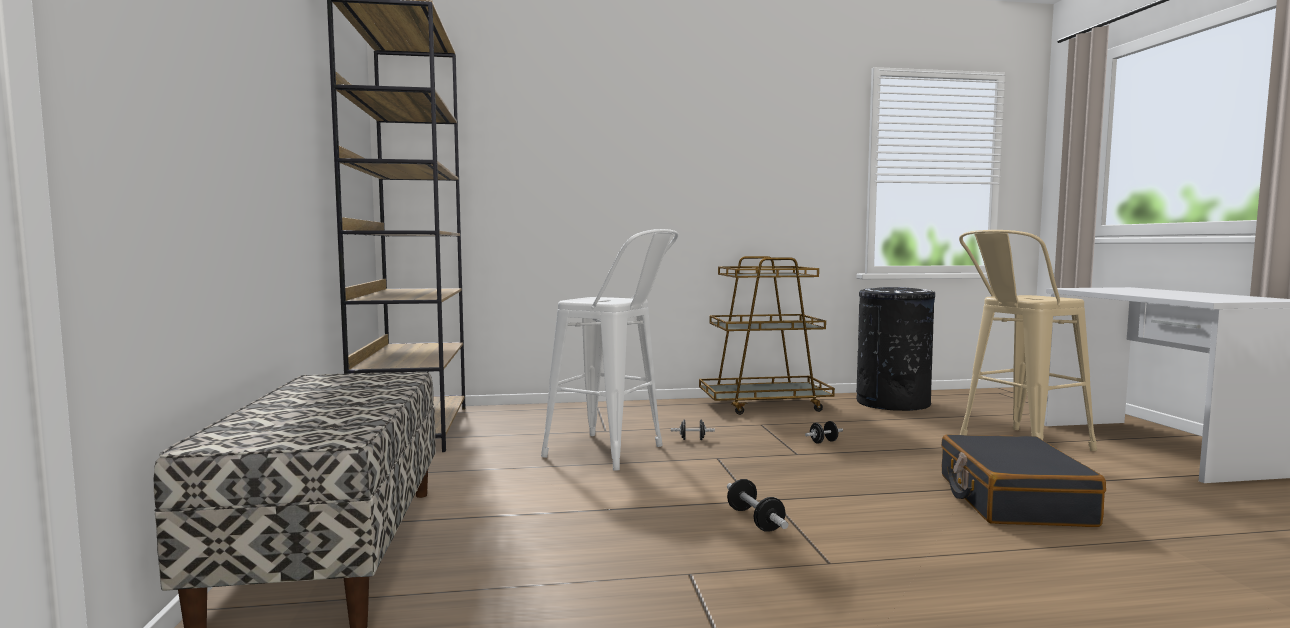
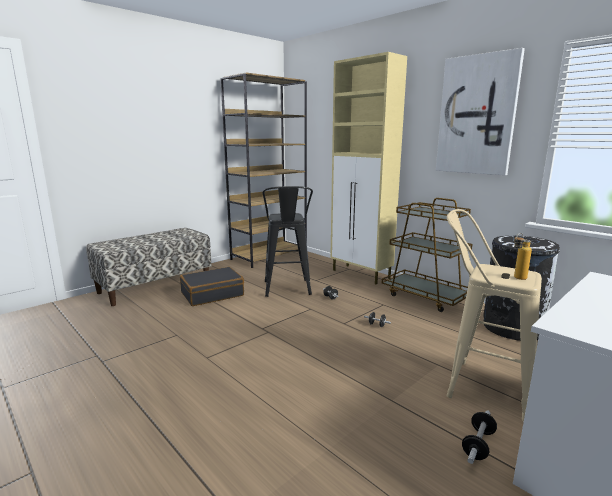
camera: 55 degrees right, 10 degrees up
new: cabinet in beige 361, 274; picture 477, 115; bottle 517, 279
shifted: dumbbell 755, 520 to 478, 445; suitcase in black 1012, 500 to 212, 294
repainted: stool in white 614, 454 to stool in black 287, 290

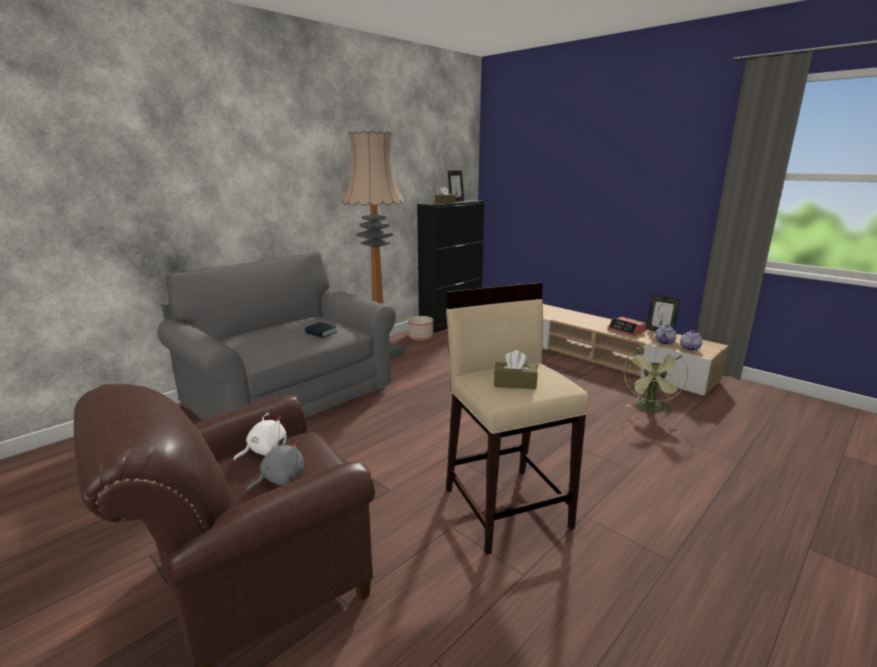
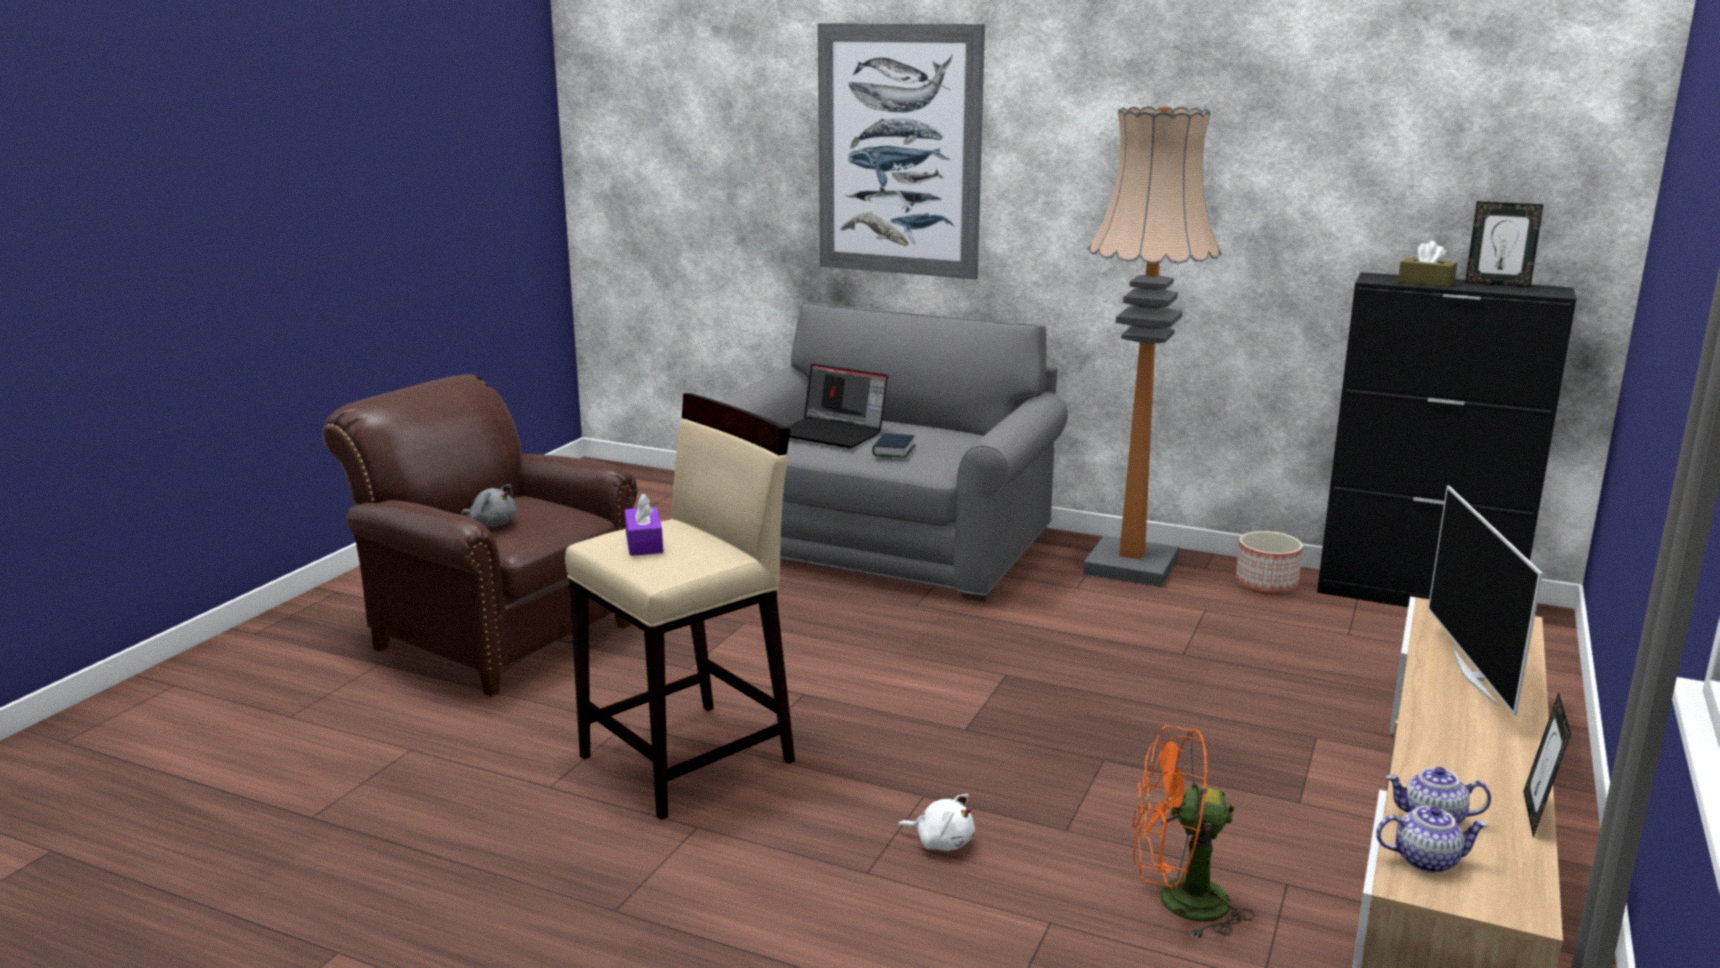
camera: 70 degrees right, 0 degrees up
gone: alarm clock 626, 330
new: laptop 833, 433; picture 899, 151; television 1476, 676
shifted: plush toy in white 265, 451 to 941, 842
repainted: tissue box in brown 515, 383 to tissue box in purple 644, 543; fan in green 650, 409 to fan in orange 1178, 902

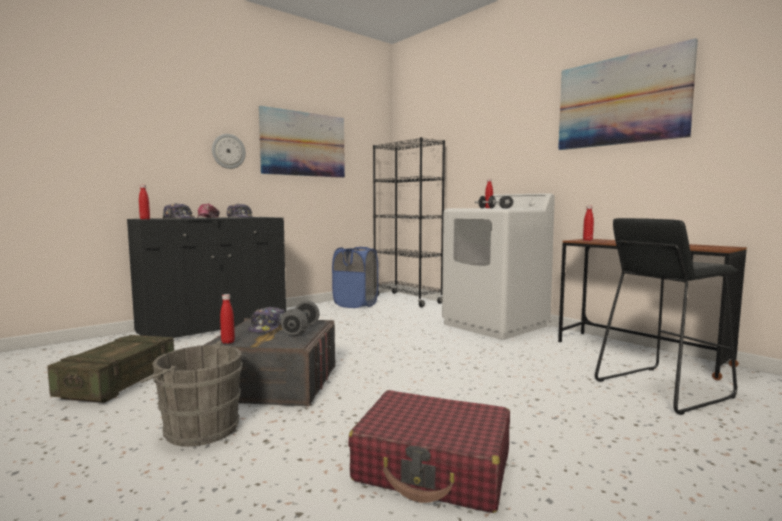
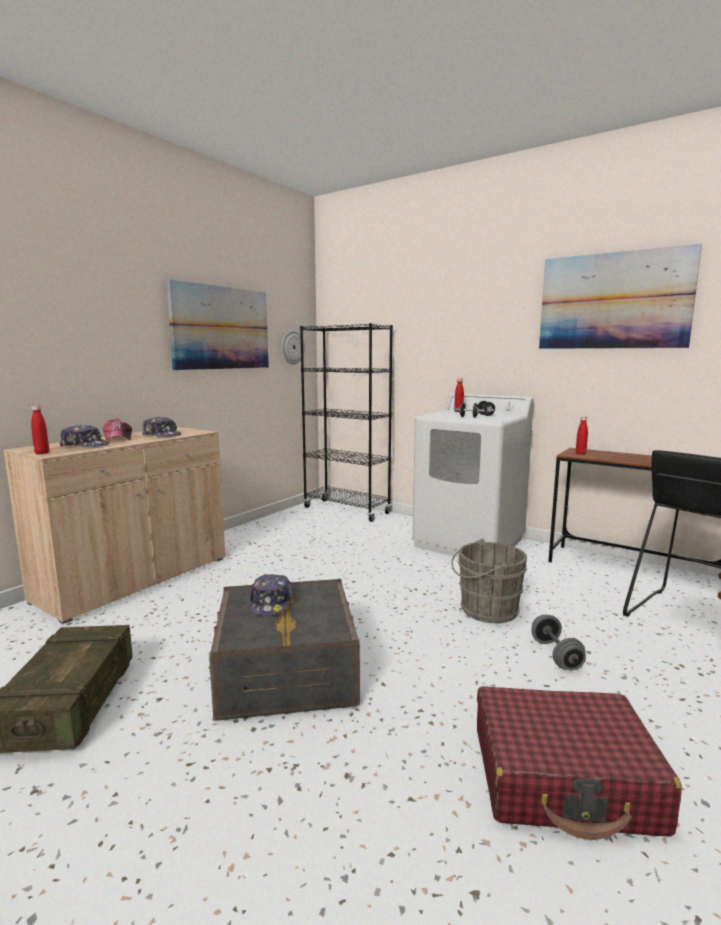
camera: 15 degrees left, 5 degrees up
gone: bottle in red 228, 342; laundry basket in blue 356, 304
shifted: bucket in grey 197, 429 to 485, 610; wall clock 228, 151 to 292, 347; dumbbell in grey 301, 330 to 556, 655
repainted: cabinet in black 214, 326 to cabinet in beige 135, 579

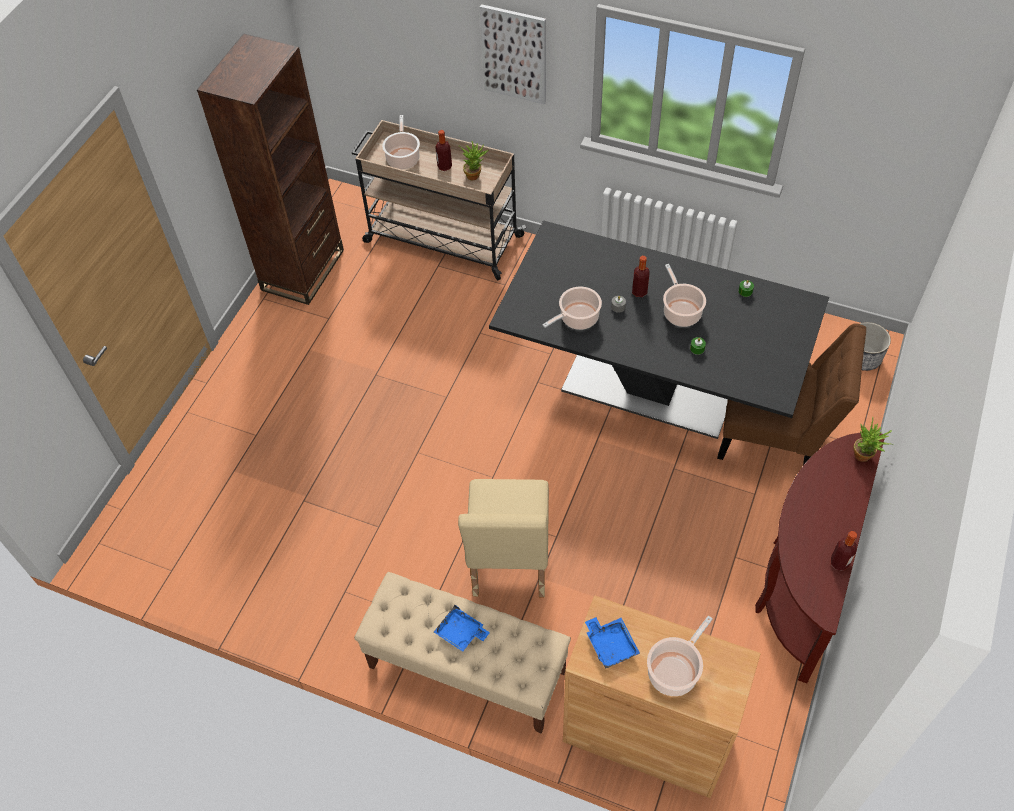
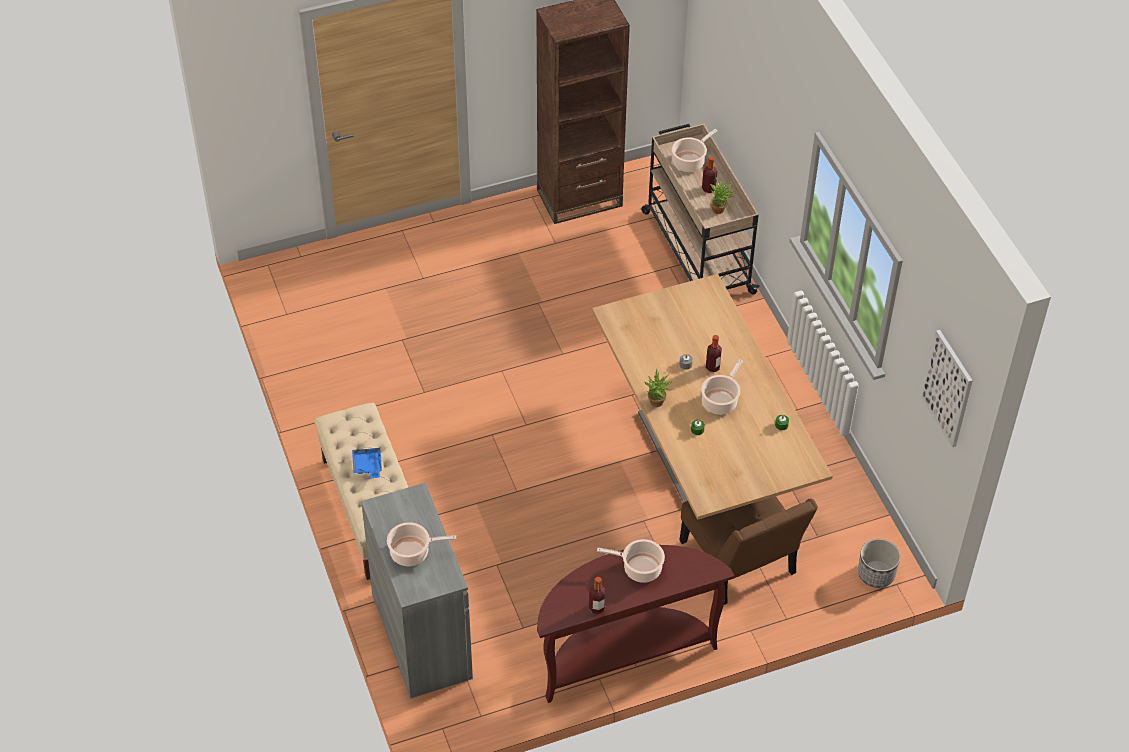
camera: 45 degrees right, 5 degrees down
gone: chair in beige 508, 565; tray in blue 611, 644
shifted: picture 514, 54 to 948, 388; cooking pot 577, 318 to 639, 568; potted plant 865, 457 to 657, 404
repainted: dining table in black 650, 385 to dining table in beige 701, 460; cabinet in brown 647, 734 to cabinet in grey 421, 636

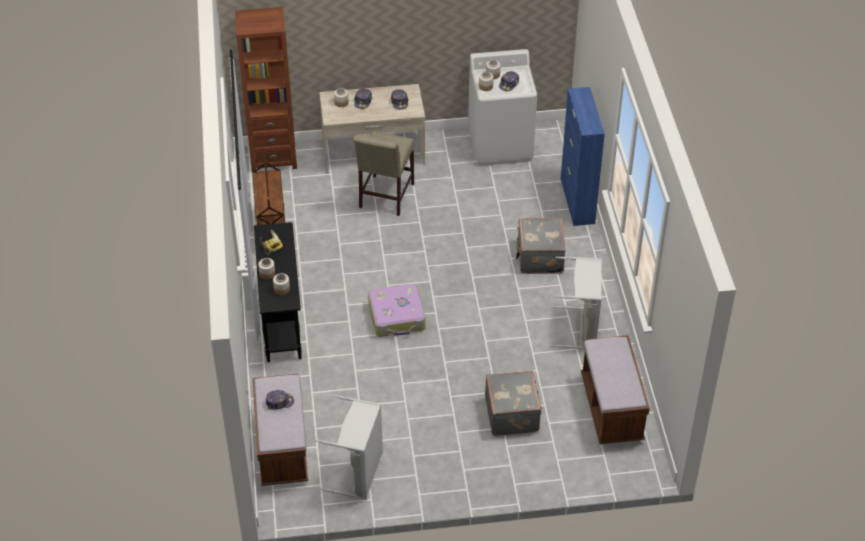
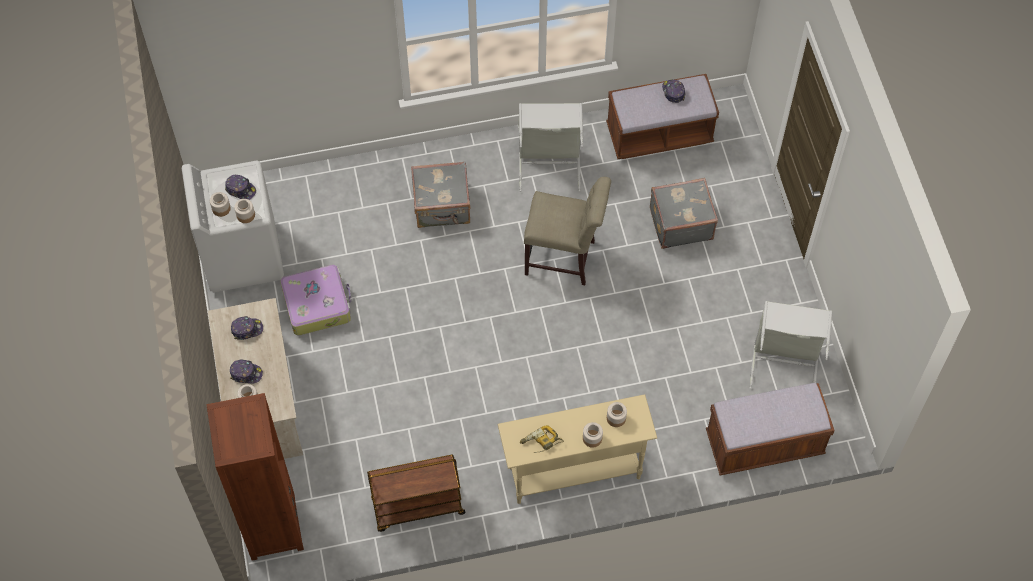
camera: 95 degrees left, 15 degrees up
gone: cabinet in blue 577, 201
shifted: cap 279, 402 to 673, 92; chair in beige 384, 198 to 564, 259; suitcase 397, 317 to 317, 304
repainted: console table in black 281, 322 to console table in beige 573, 472

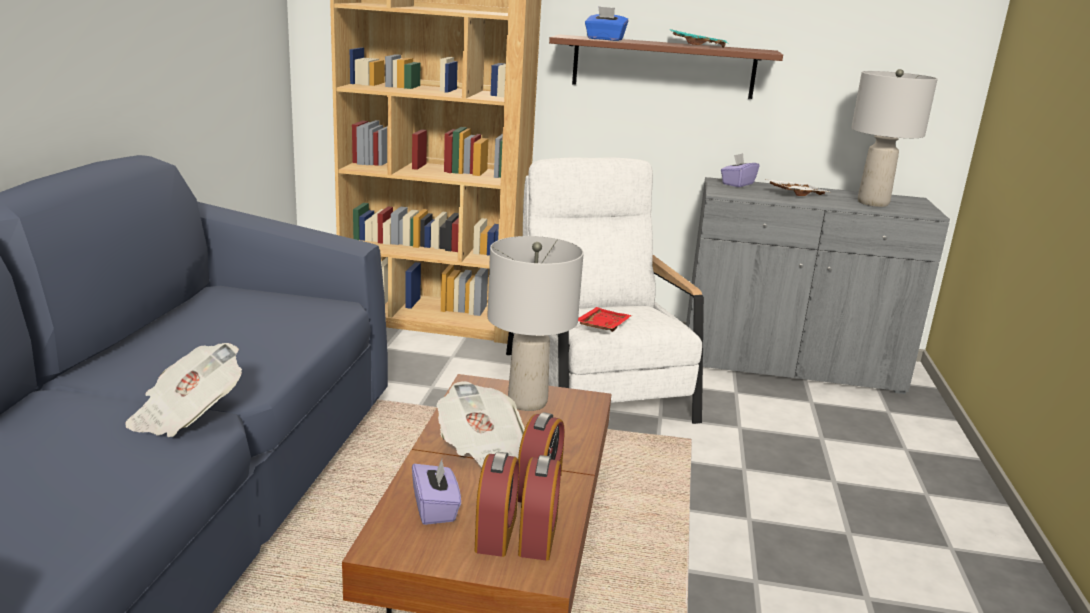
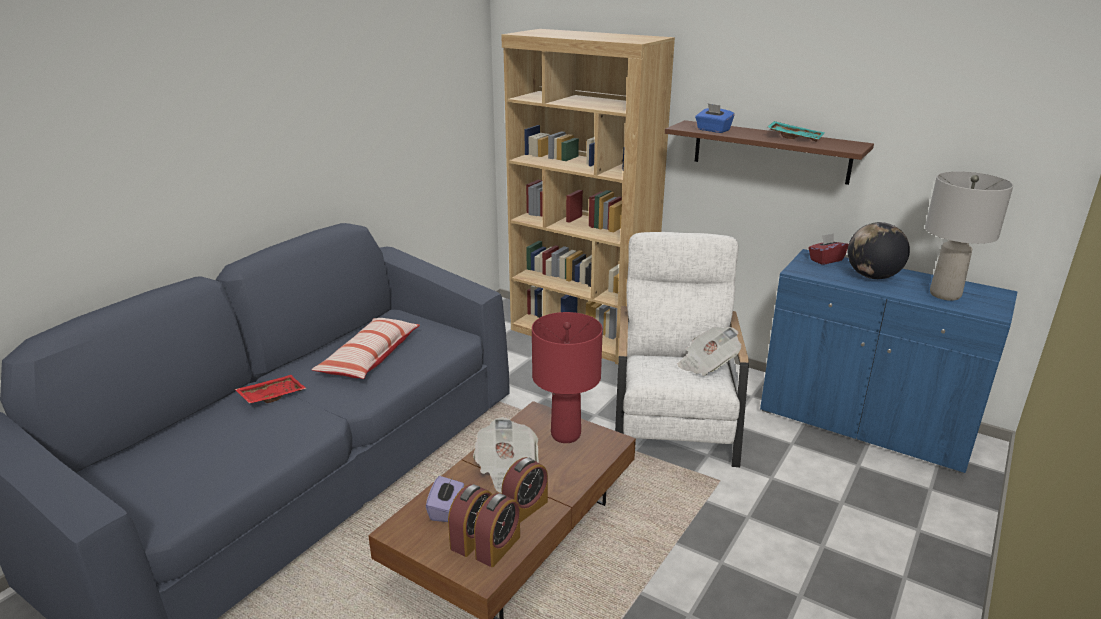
camera: 25 degrees right, 5 degrees up
new: pillow 370, 358
shifted: newspaper 187, 416 to 707, 364; tray in red 601, 327 to 271, 395
swapped: tray in white 795, 194 to globe 872, 276
repainted: table lamp in grey 527, 402 to table lamp in red 565, 435; cabinet in grey 789, 364 to cabinet in blue 864, 424; tissue box in purple 737, 184 to tissue box in red 825, 260

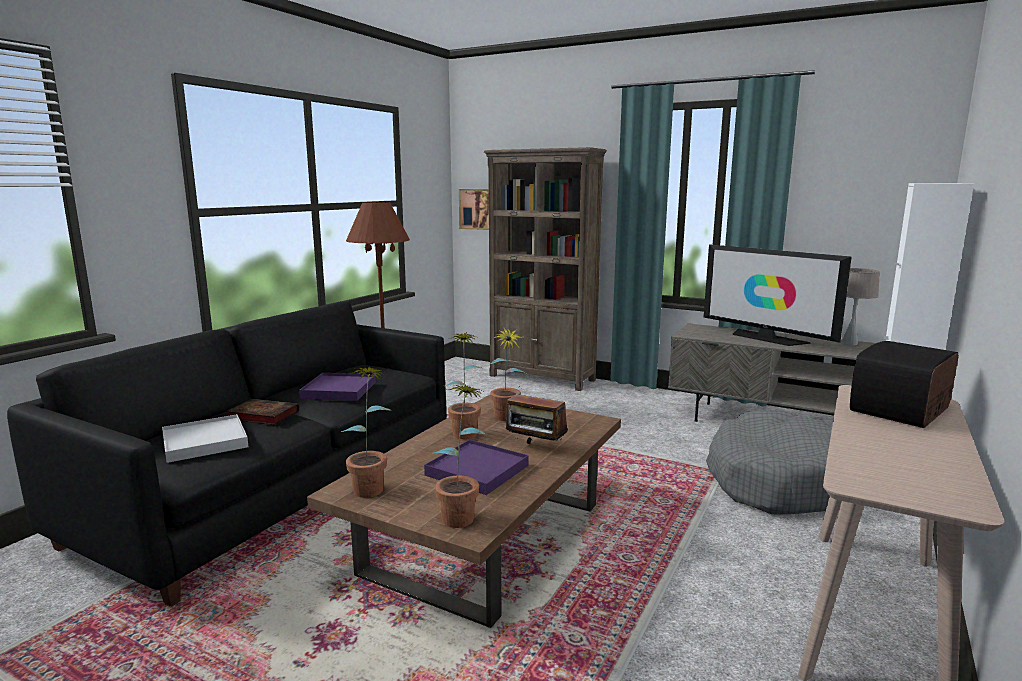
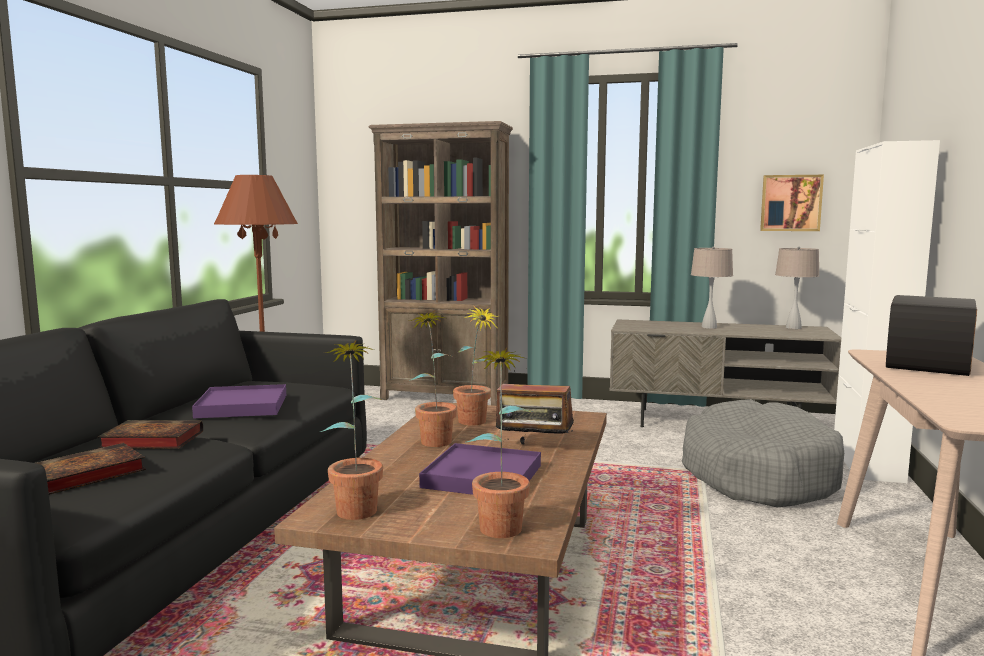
camera: 15 degrees left, 5 degrees down
shifted: picture 478, 209 to 790, 203
swapped: tray in white 204, 442 to book 84, 476; television 766, 338 to table lamp in beige 709, 327

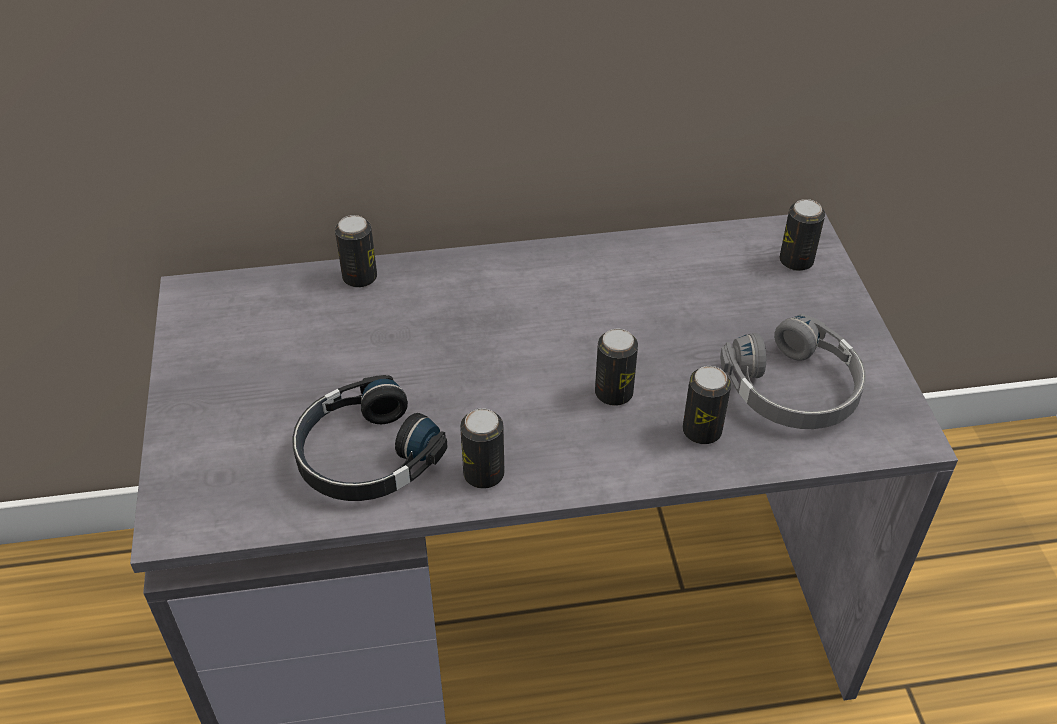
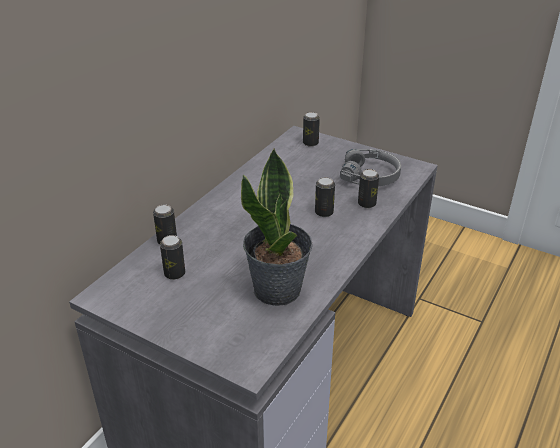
camera: 50 degrees left, 10 degrees down
shifted: can 483, 474 to 174, 273
swapped: headphones in black 364, 455 to potted plant 278, 289

